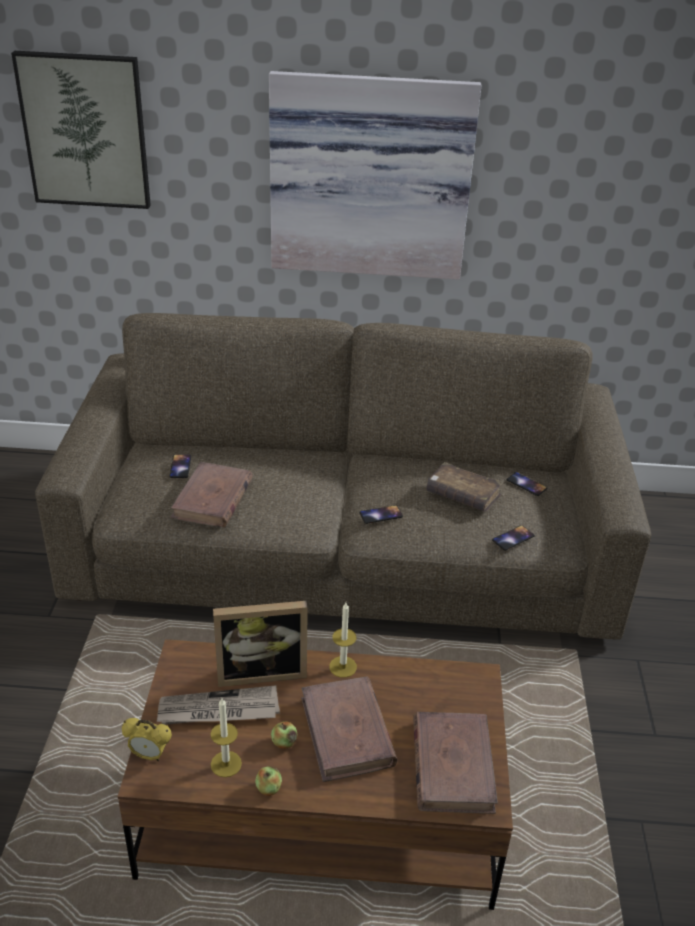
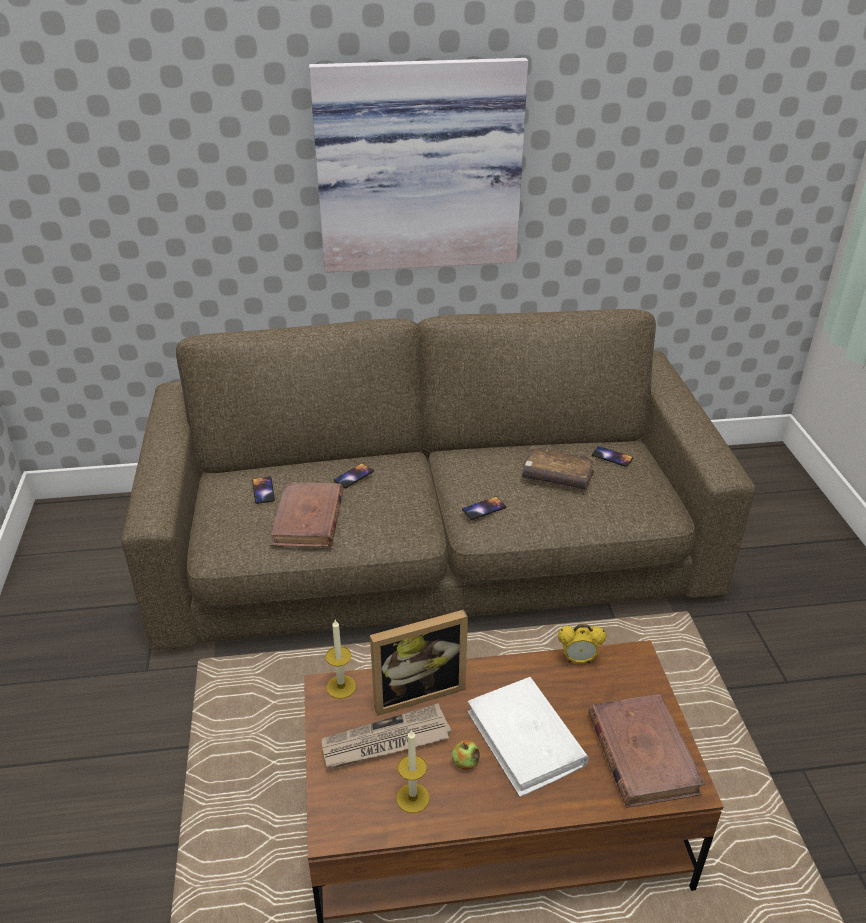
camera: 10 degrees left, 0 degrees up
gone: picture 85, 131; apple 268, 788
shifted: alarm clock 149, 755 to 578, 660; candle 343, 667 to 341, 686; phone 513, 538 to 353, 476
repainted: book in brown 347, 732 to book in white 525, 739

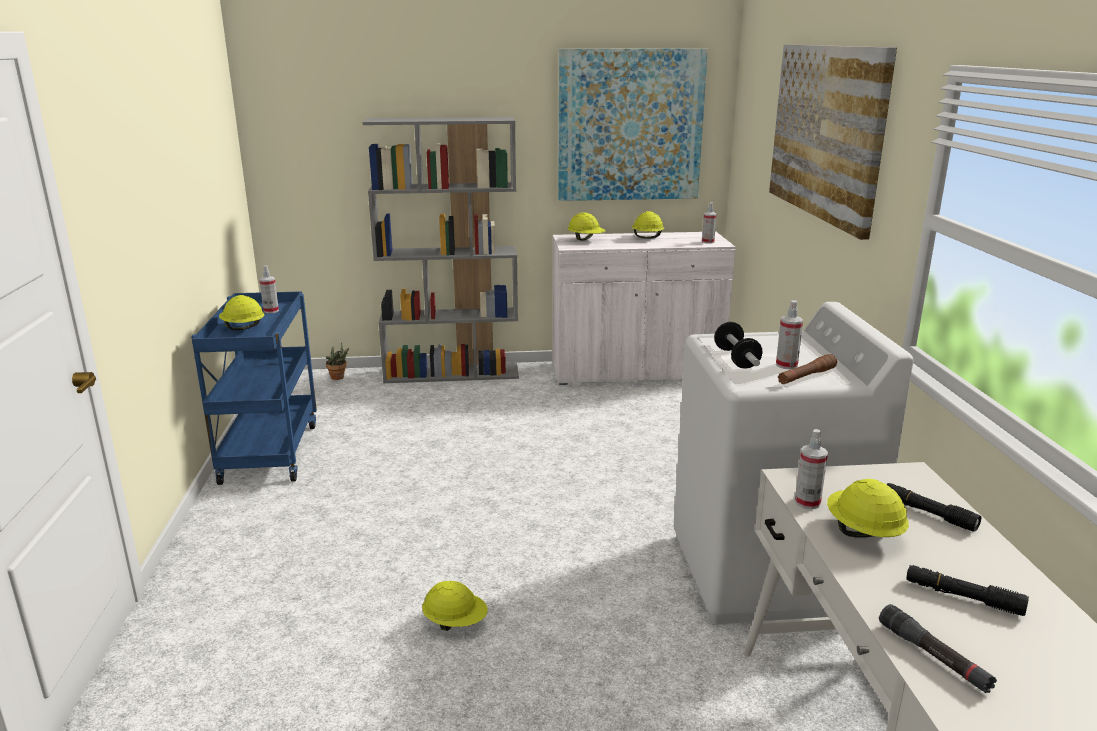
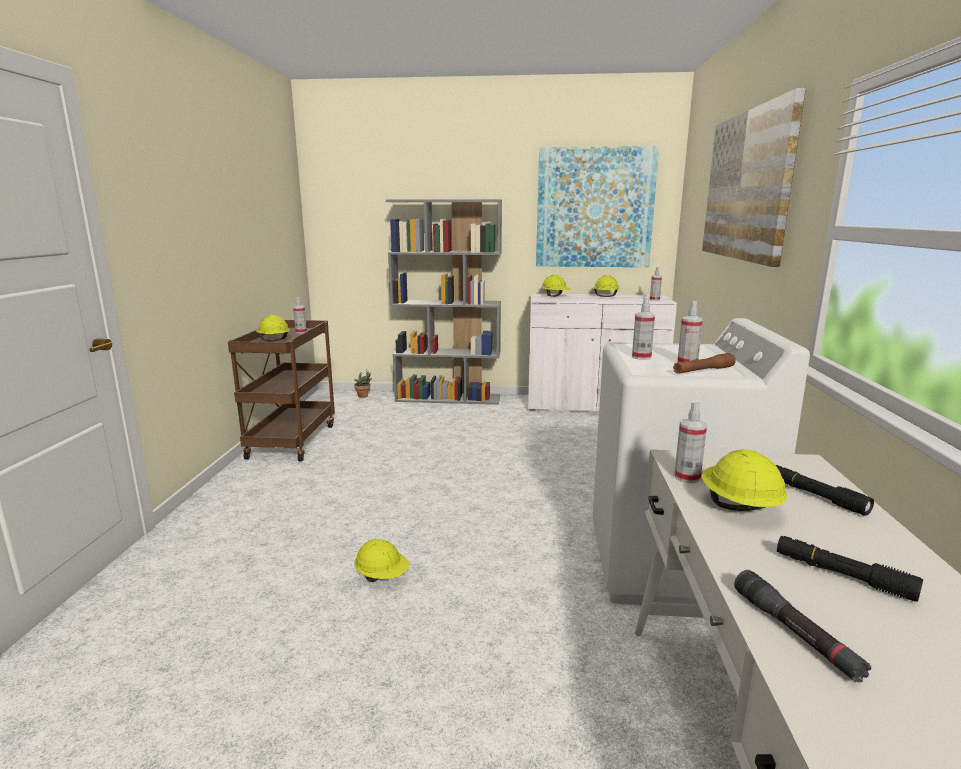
camera: 10 degrees right, 5 degrees down
swapped: dumbbell 736, 359 to spray bottle 641, 357
repainted: cart in blue 269, 452 to cart in brown 292, 440

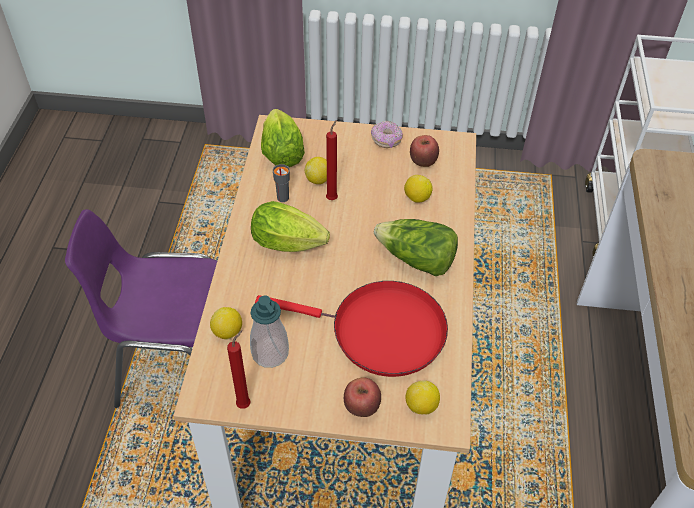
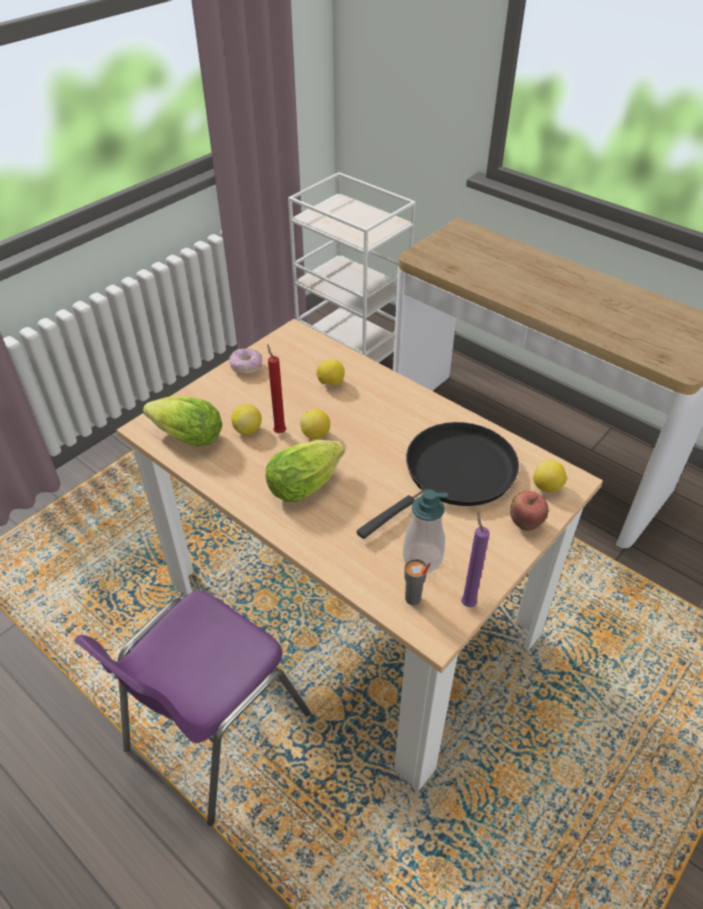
camera: 55 degrees left, 5 degrees down
gone: lettuce 416, 260; apple 423, 162
shifted: lemon 228, 332 to 316, 435; cup in grey 282, 198 to 413, 599
repainted: candle in red 245, 403 to candle in purple 467, 602; frying pan in red 380, 332 to frying pan in black 455, 474

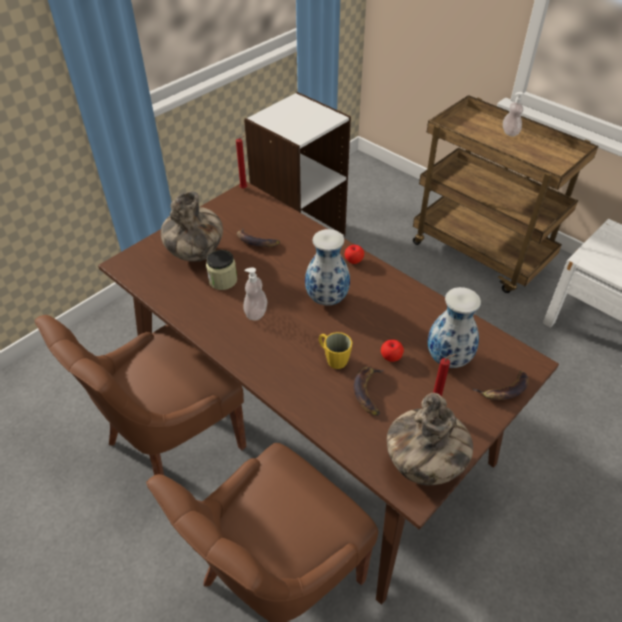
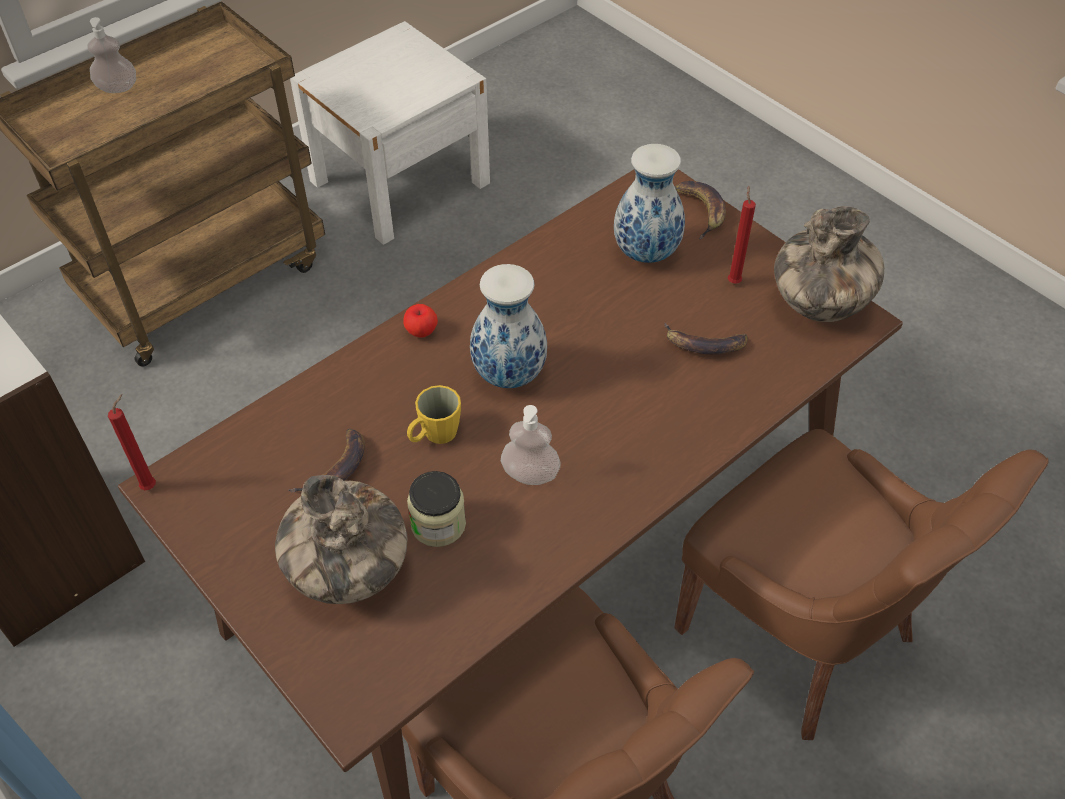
camera: 85 degrees left, 5 degrees up
gone: apple 391, 357
shifted: mug in yellow 333, 358 to 434, 435

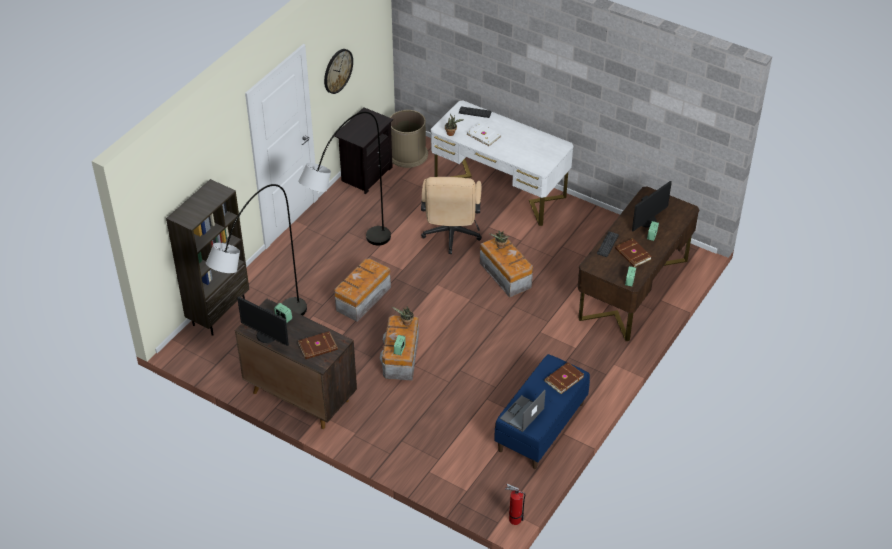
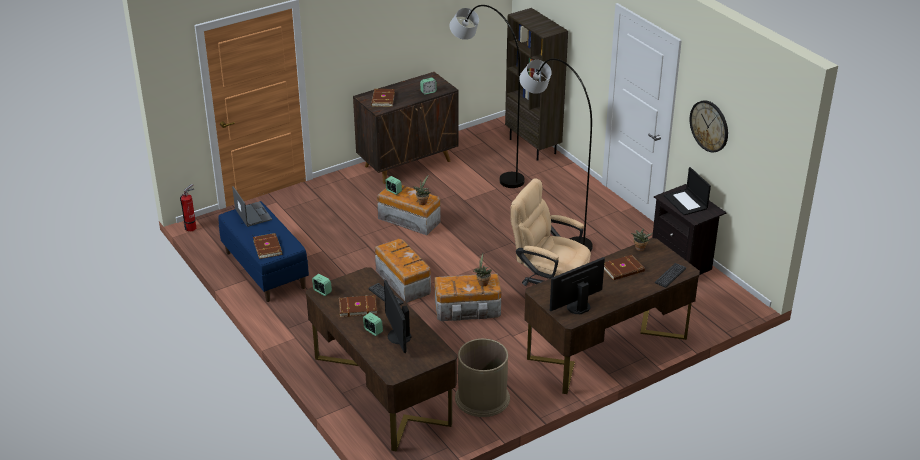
camera: 115 degrees right, 10 degrees down
new: laptop 686, 202
shifted: monitor 266, 336 to 577, 306; storage box 362, 299 to 403, 281; trash can in brown 408, 154 to 482, 398
repainted: desk in white 499, 189 to desk in brown 607, 347; book in white 484, 135 to book in brown 623, 269

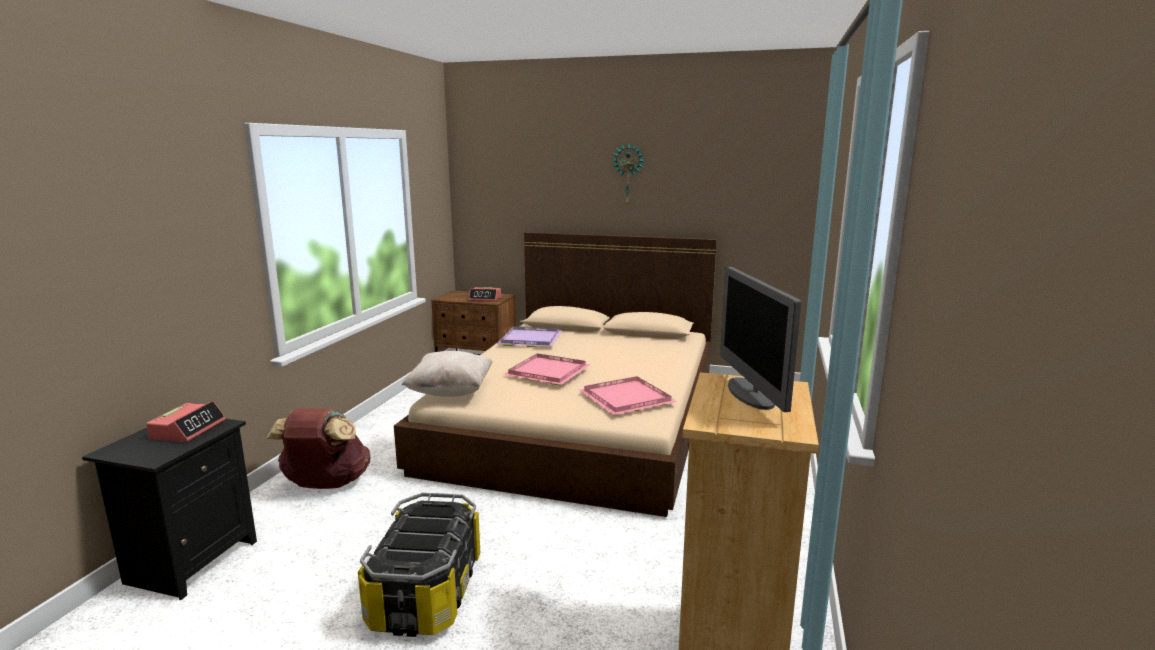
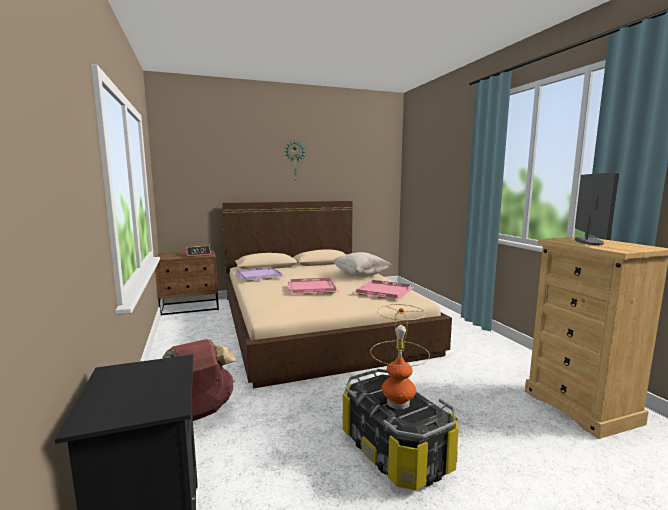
camera: 35 degrees left, 5 degrees down
gone: alarm clock 188, 430
new: table lamp 398, 403
shifted: pillow in beige 451, 392 to 360, 275
rotated: monitor 751, 394 = 588, 241 120 degrees counterclockwise

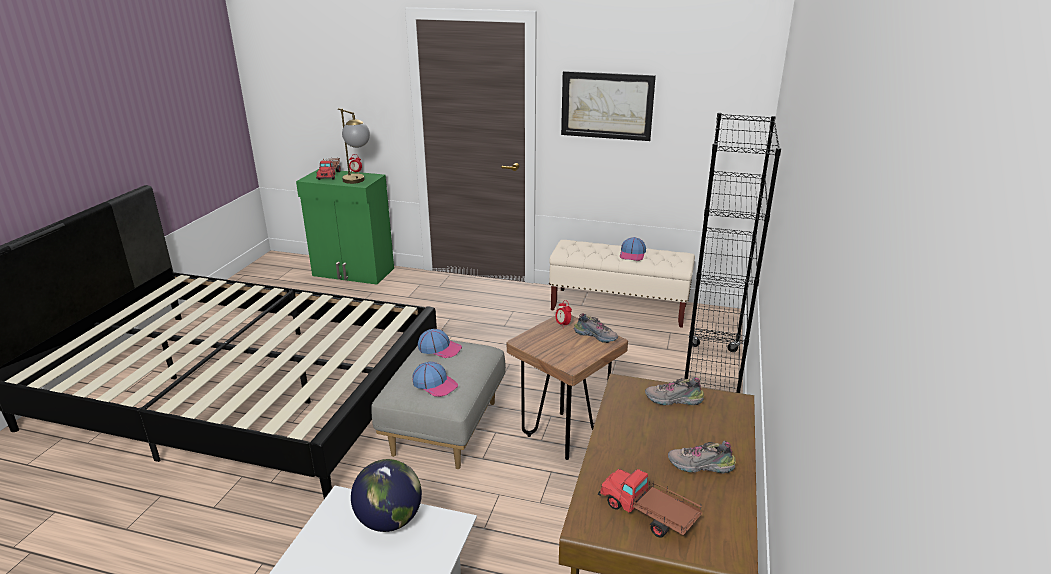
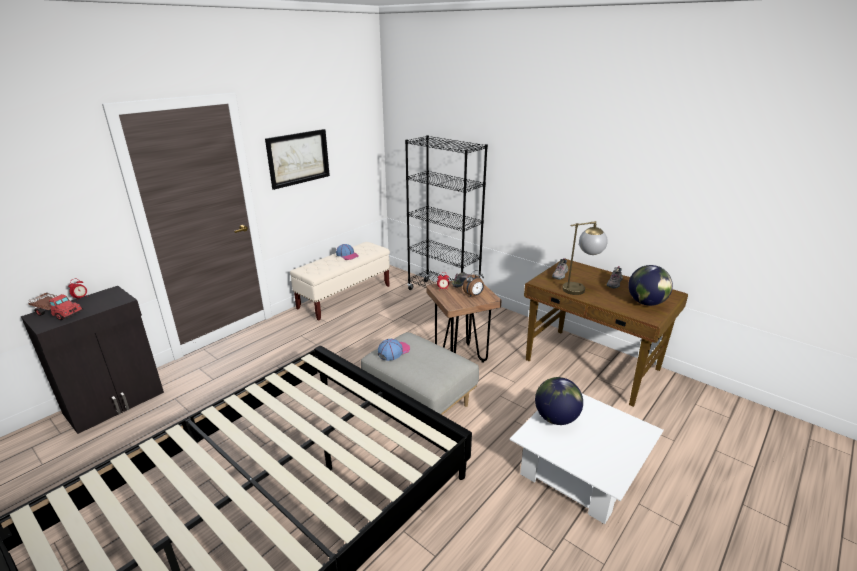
camera: 65 degrees left, 0 degrees up
gone: cap 435, 384
new: alarm clock 474, 295
shifted: table lamp 358, 182 to 580, 288
swapped: toy truck 648, 514 to globe 646, 303
repainted: cabinet in green 353, 272 to cabinet in black 116, 403

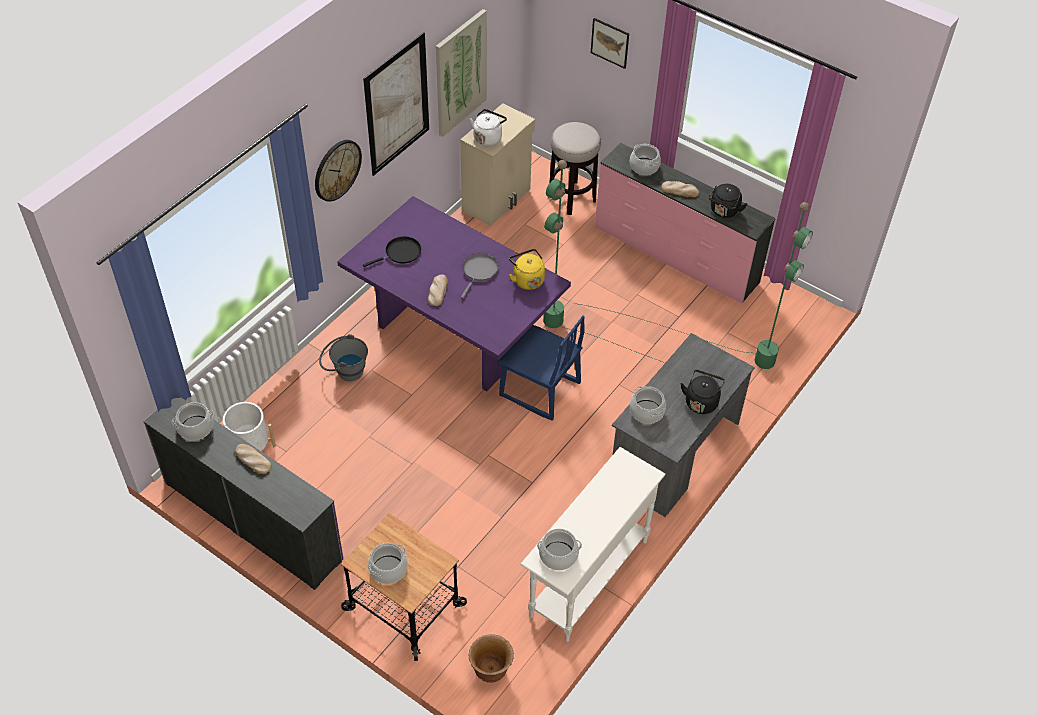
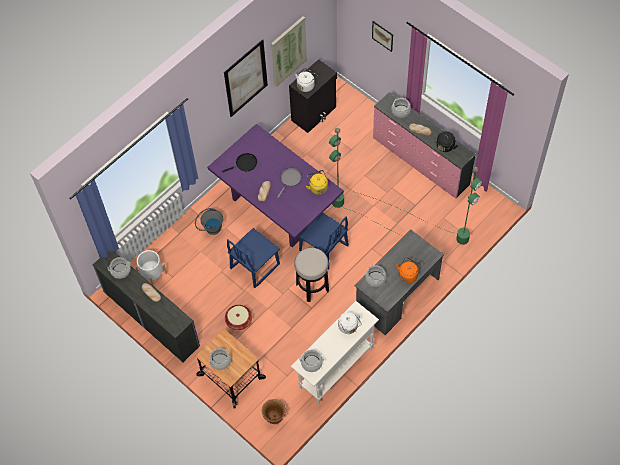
camera: 10 degrees right, 10 degrees up
gone: wall clock 337, 170
new: basket 239, 320; chair in blue 254, 266; kettle in white 349, 327
shifted: stool 572, 198 to 312, 287
repainted: cabinet in beige 497, 200 to cabinet in black 314, 114; kettle in black 701, 401 to kettle in orange 408, 274

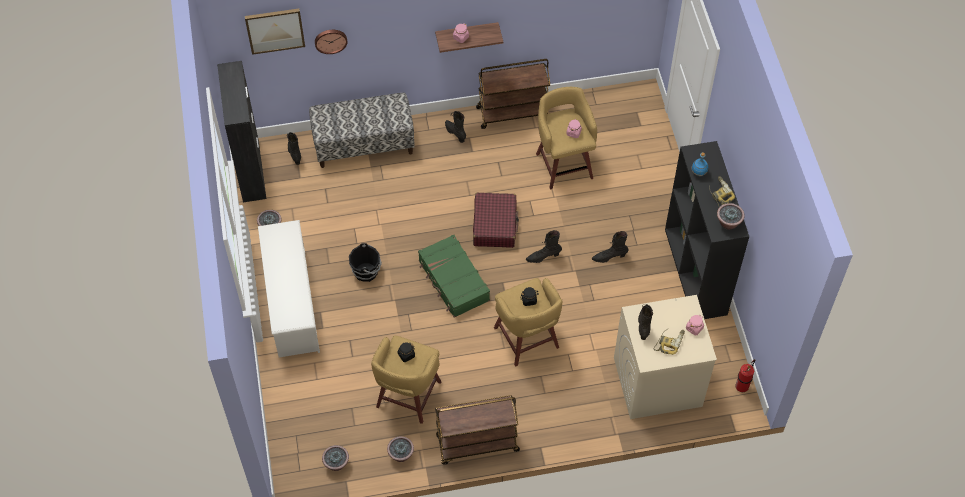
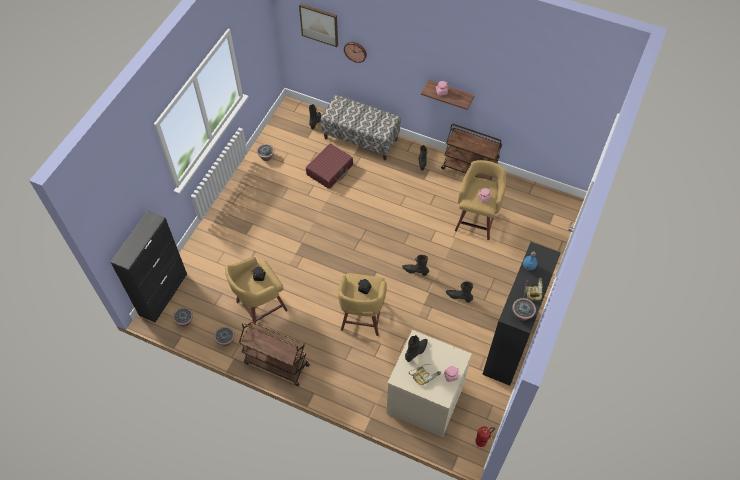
camera: 35 degrees right, 0 degrees up
gone: shoe rack in white 292, 304; bucket in black 366, 271; suitcase in green 453, 281
shifted: cabinet in black 251, 170 to 163, 294; suitcase in red 495, 225 to 330, 170

